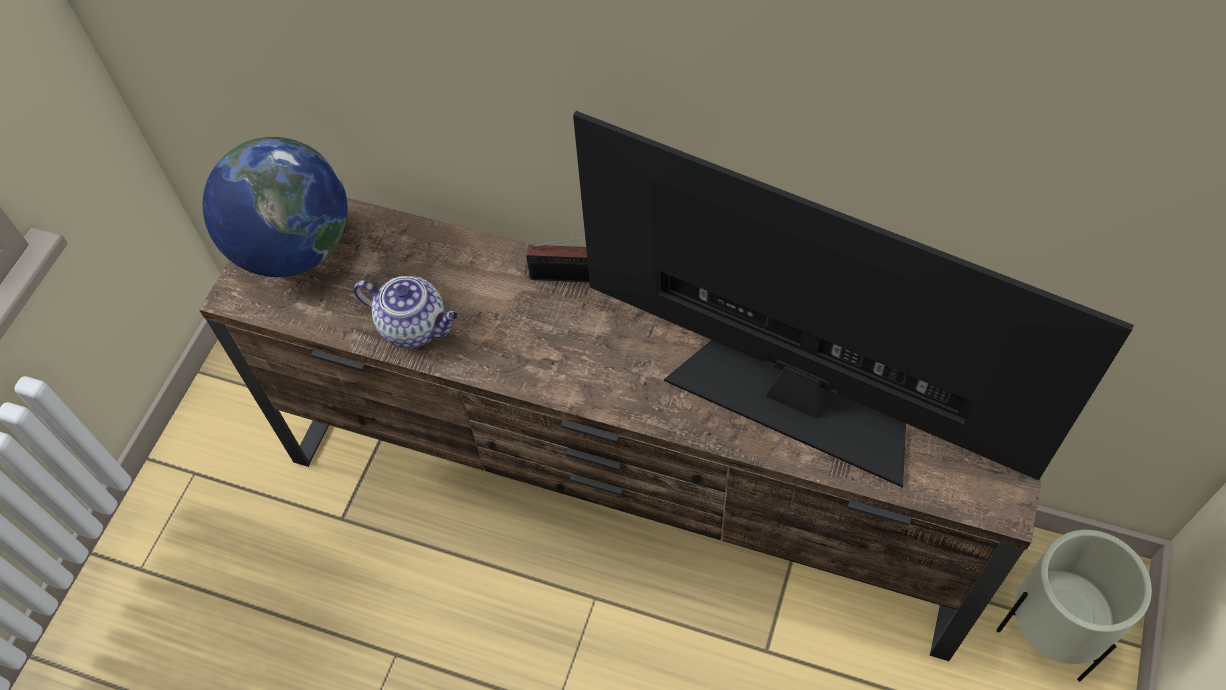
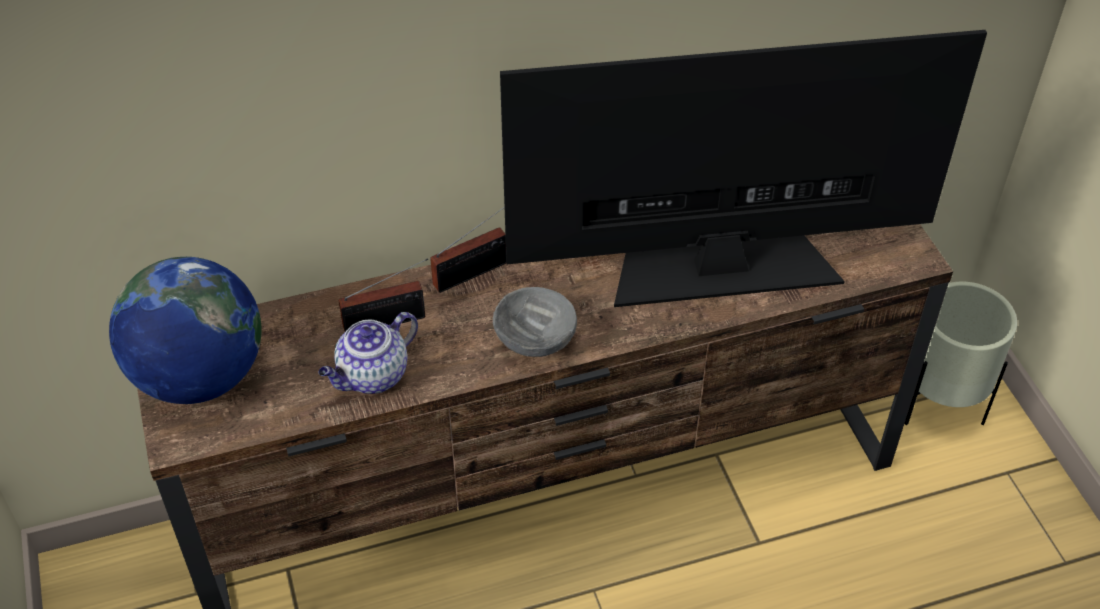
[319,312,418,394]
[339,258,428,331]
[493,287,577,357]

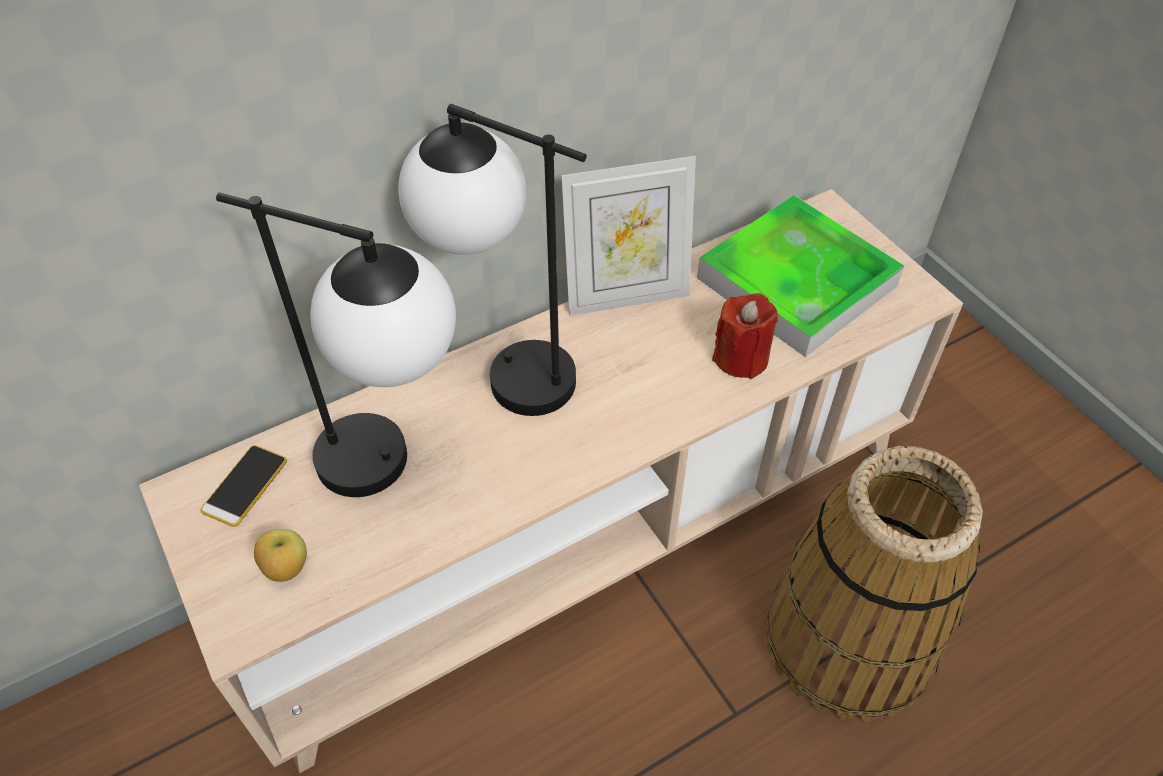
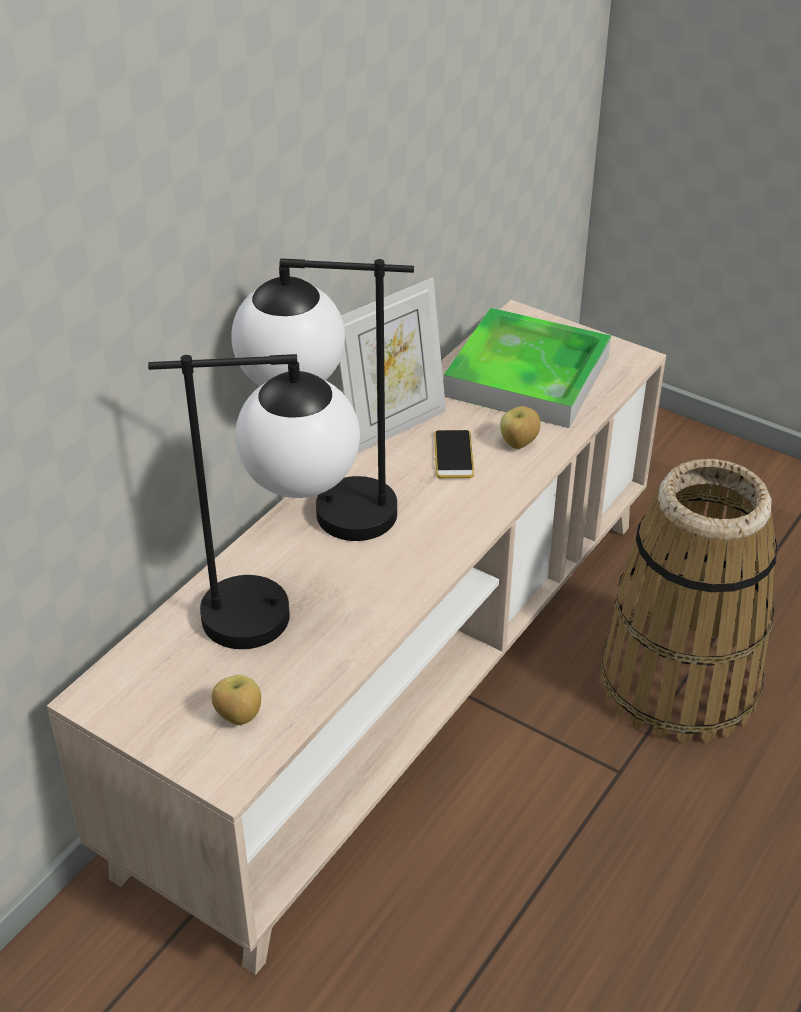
[500,406,540,449]
[434,430,474,478]

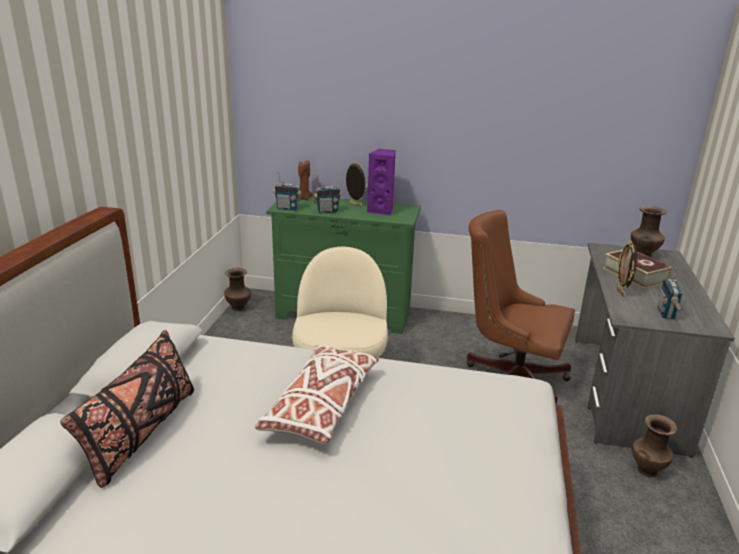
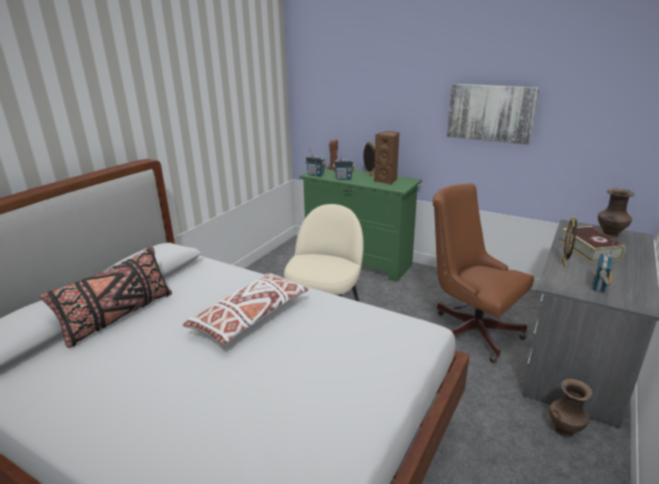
[374,131,399,185]
[224,268,251,311] (first image)
[447,84,539,145]

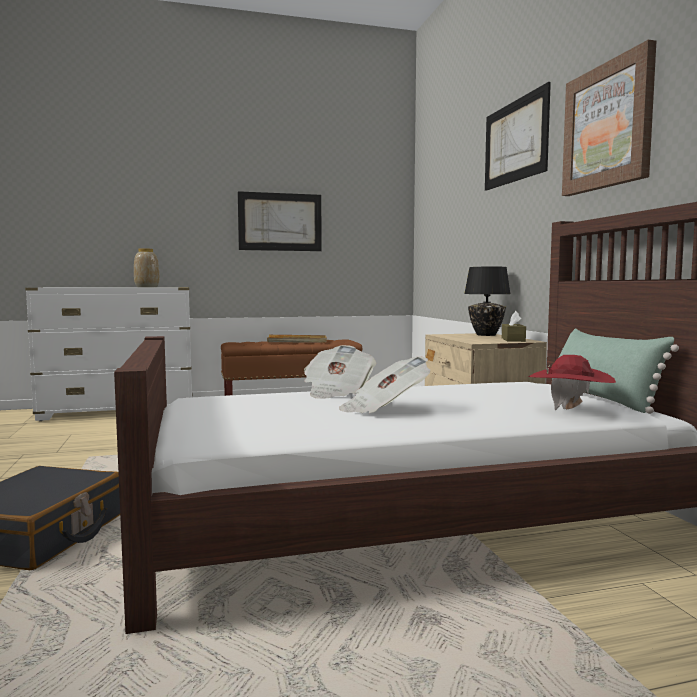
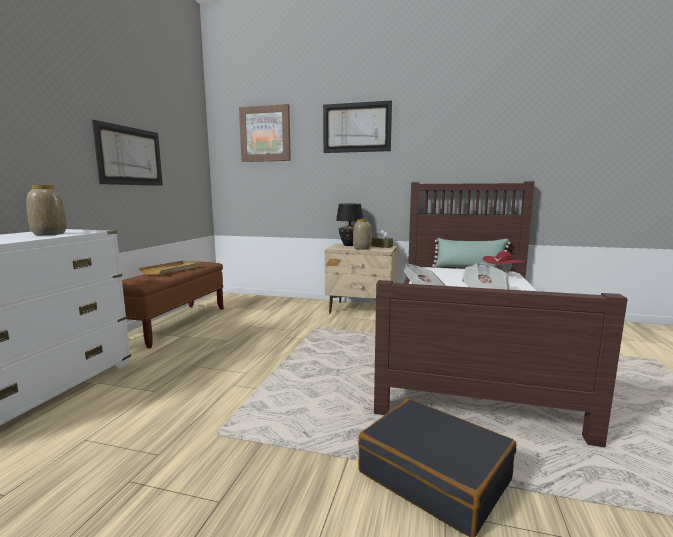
[239,104,291,162]
[353,219,372,250]

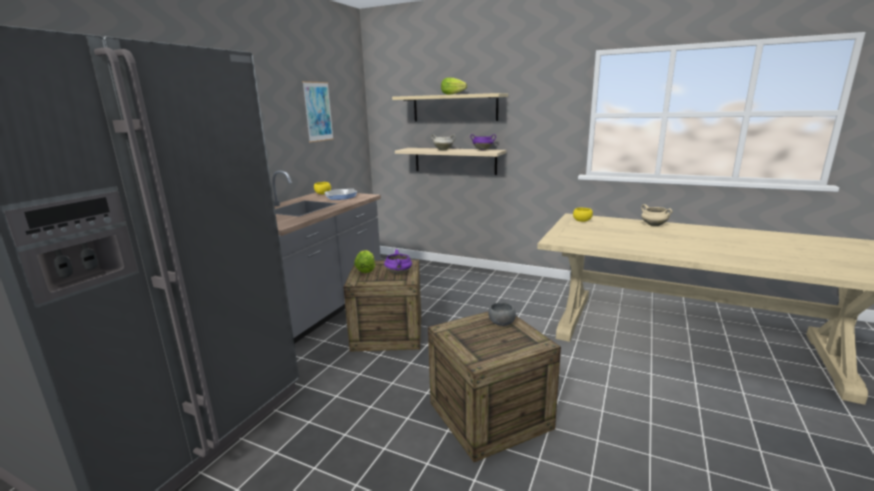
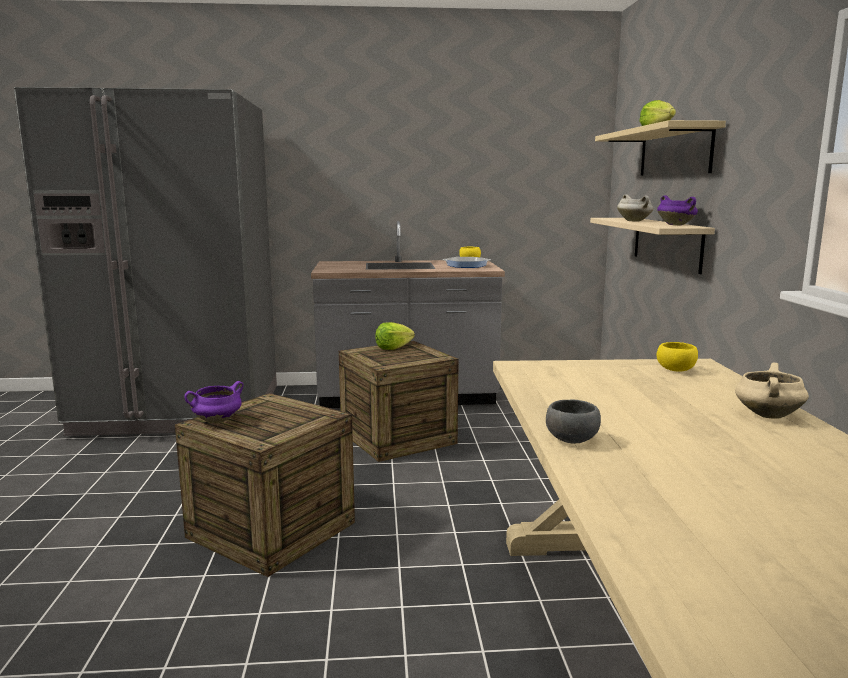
[302,81,334,143] (first image)
[184,381,244,424]
[546,400,601,444]

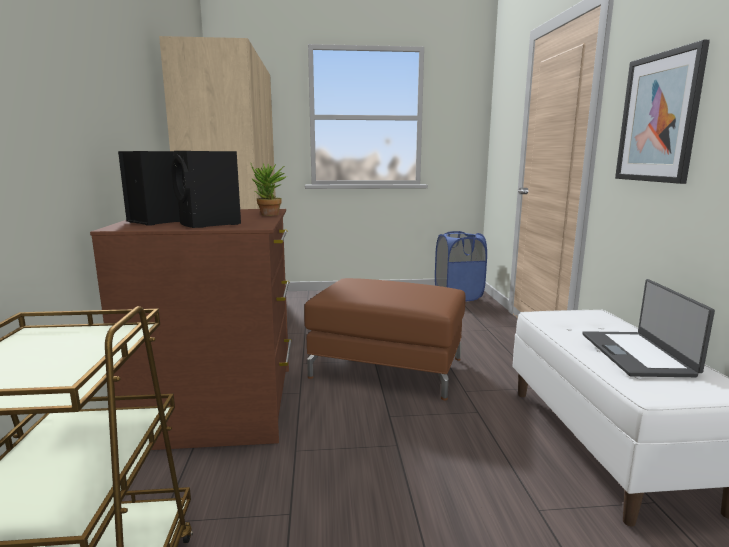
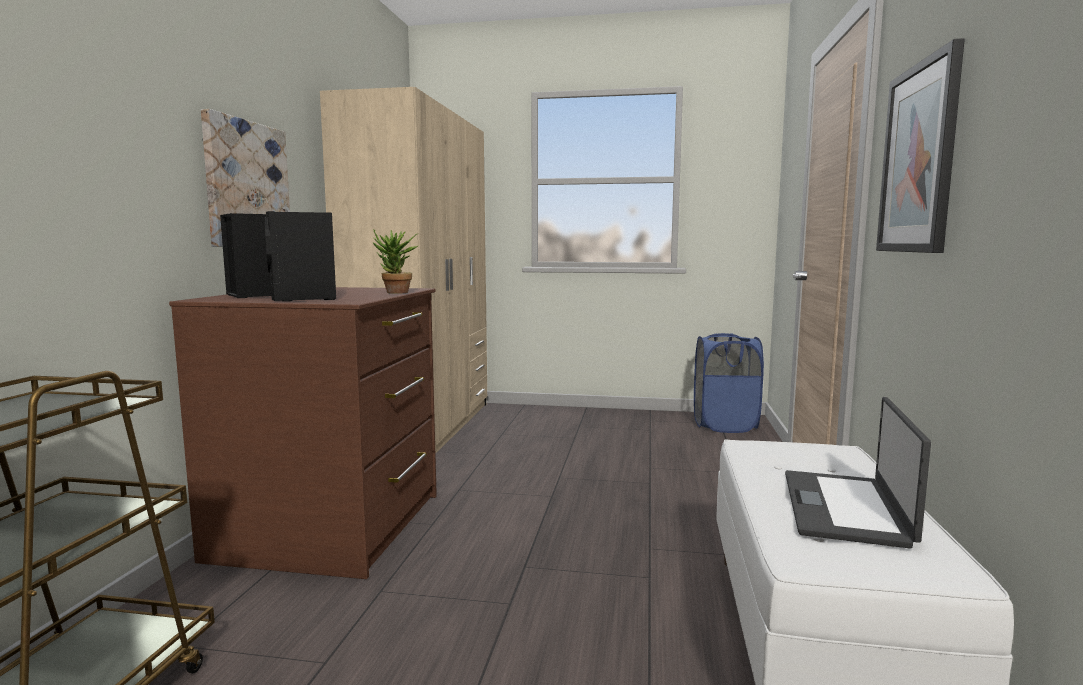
[304,278,466,400] (first image)
[201,109,290,247]

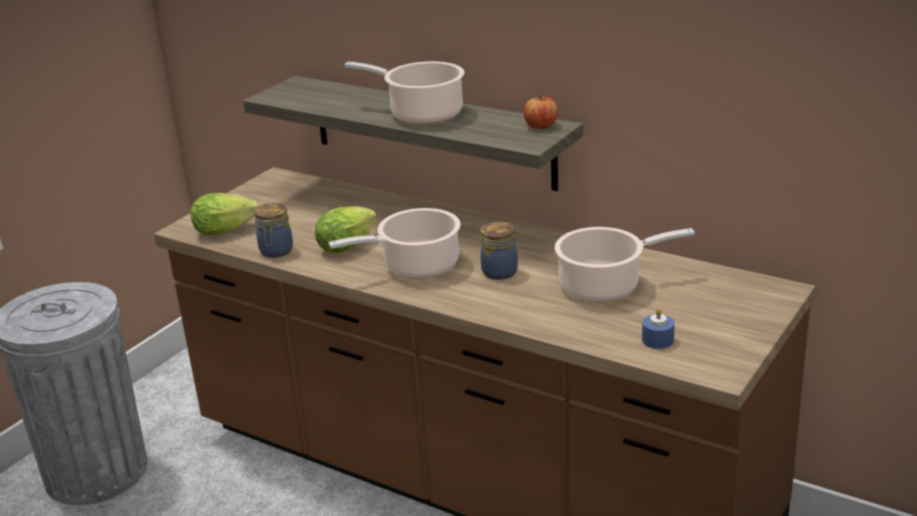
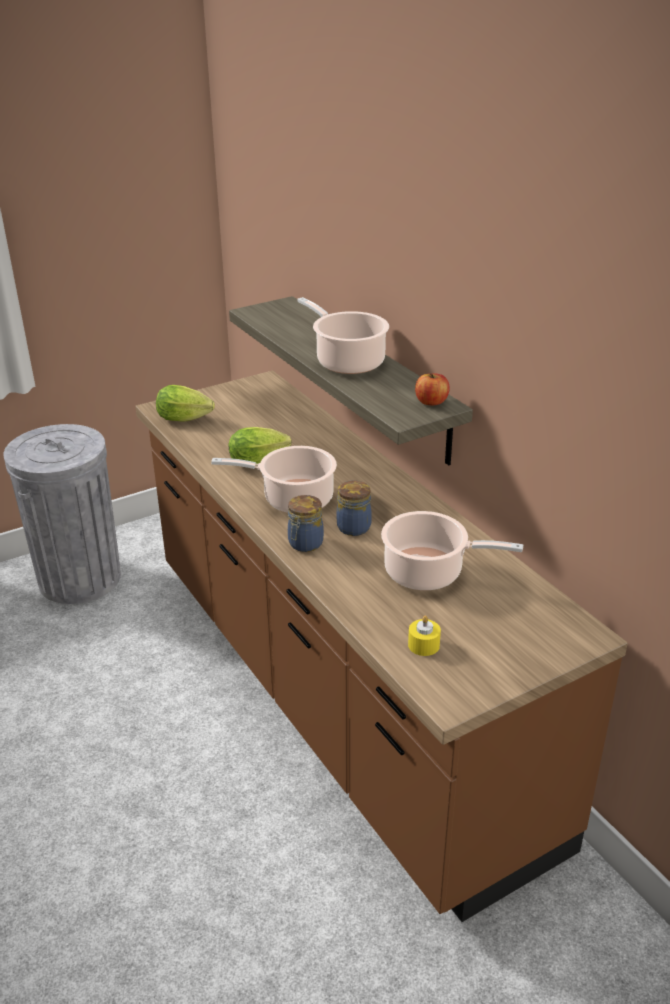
[288,495,324,552]
[408,616,441,656]

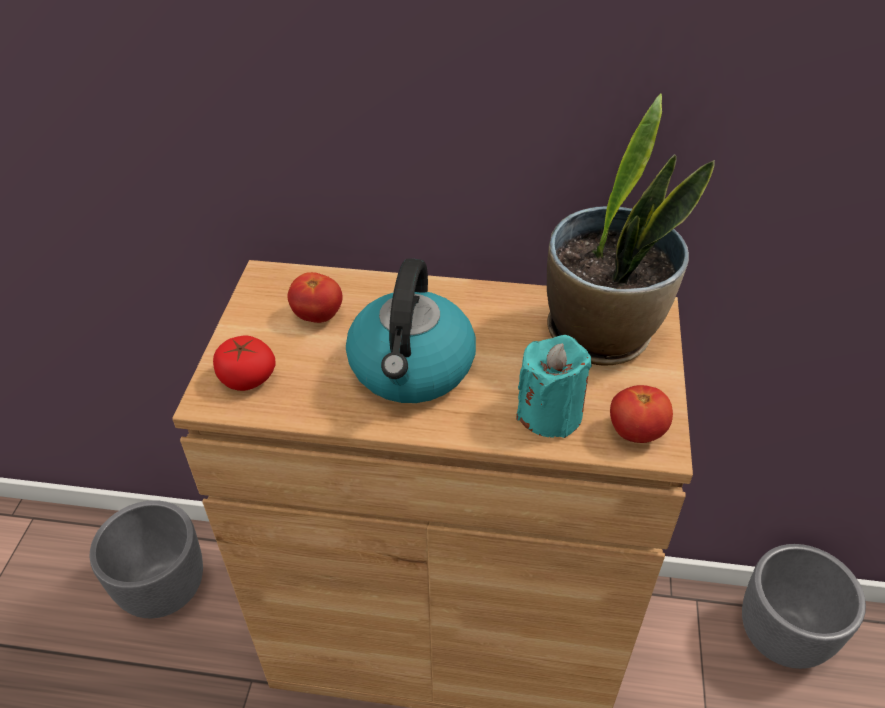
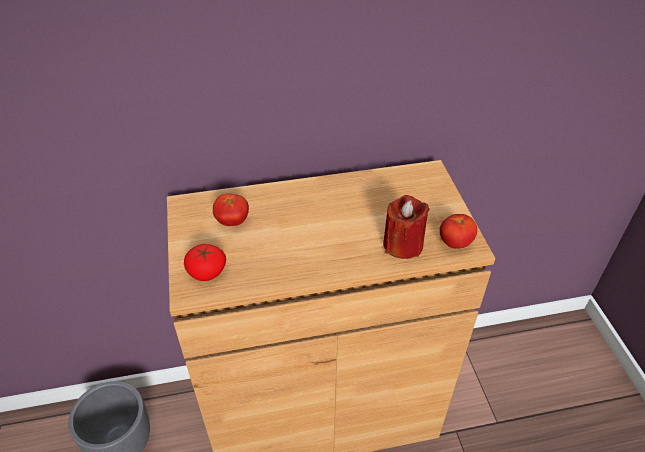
[547,93,715,365] (first image)
[346,258,476,403] (first image)
[383,195,430,259]
[742,544,866,669] (first image)

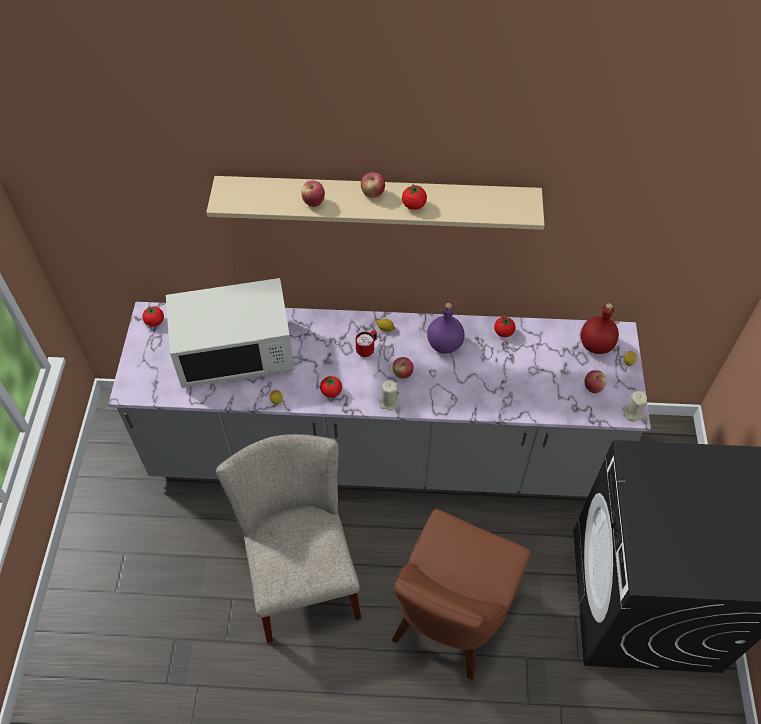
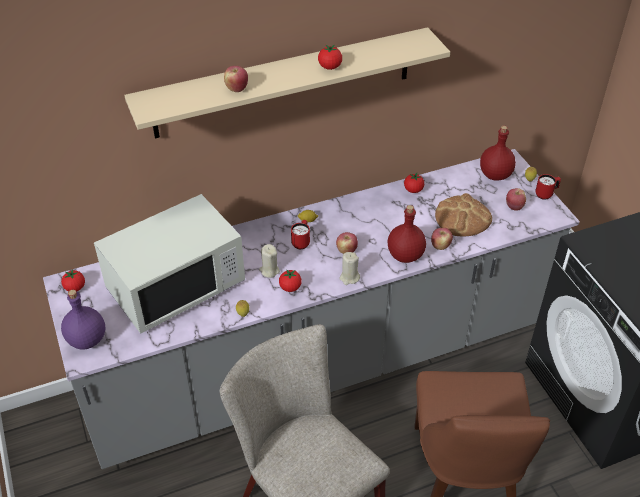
[431,228,453,250]
[61,290,105,350]
[259,244,280,278]
[535,174,561,200]
[435,193,492,237]
[388,205,426,263]

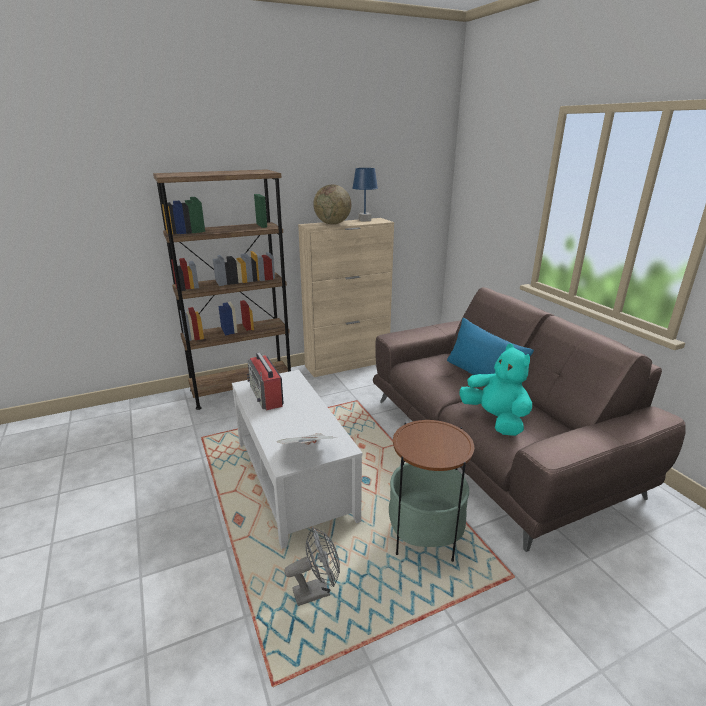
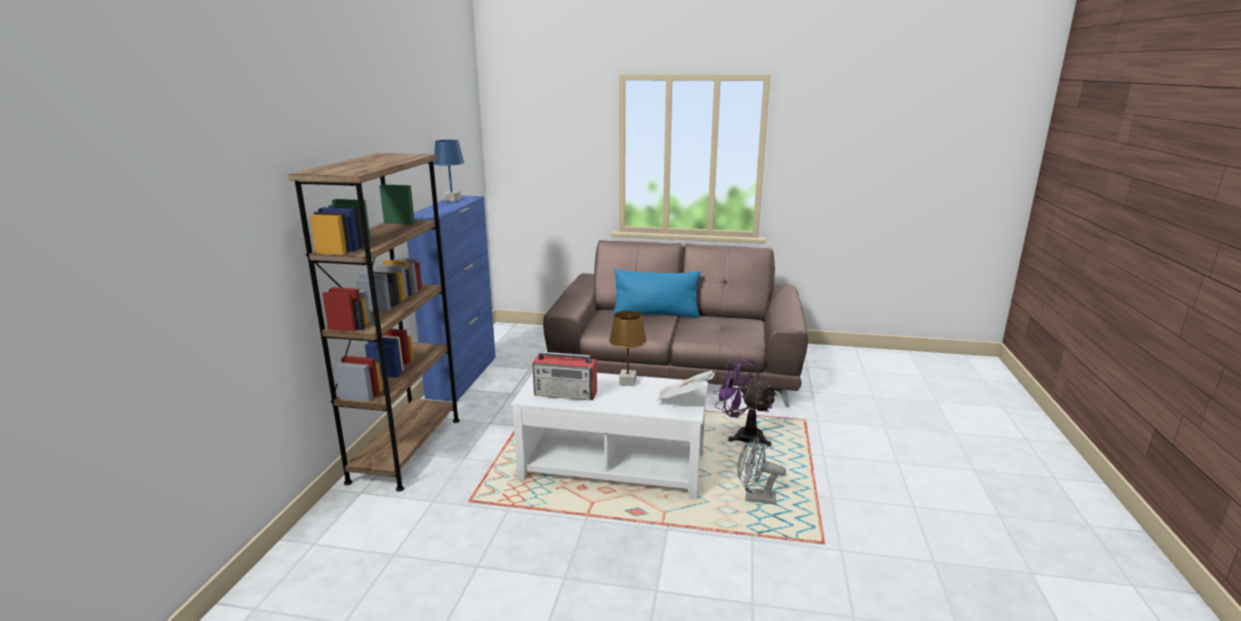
[313,184,351,224] (first image)
[407,196,496,402]
[460,344,532,436] (first image)
[713,357,777,446]
[737,437,786,505]
[609,310,647,386]

